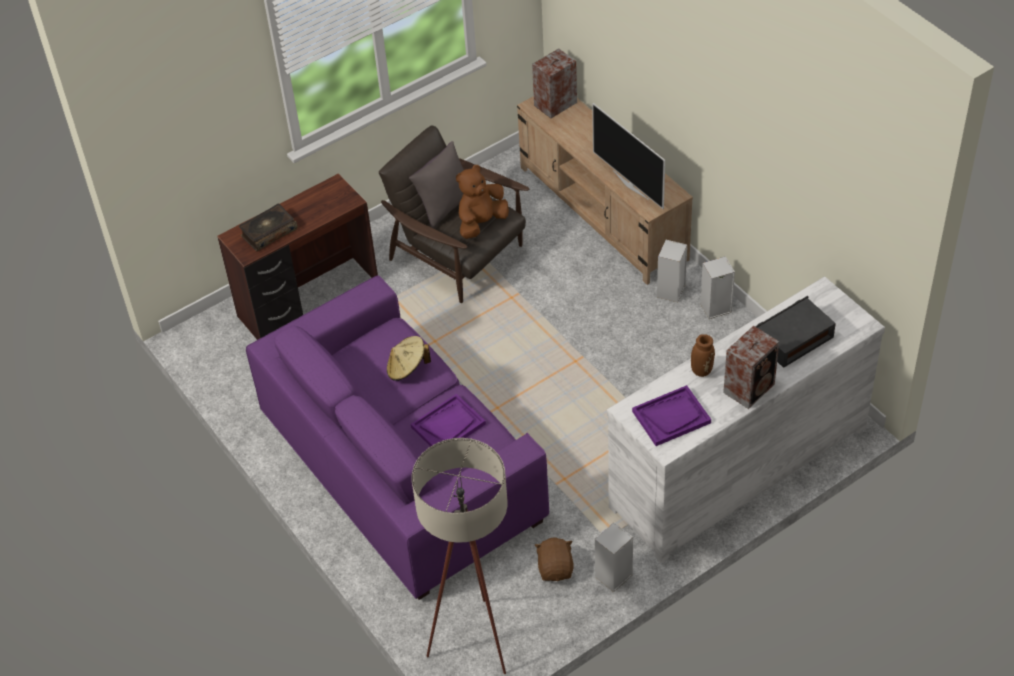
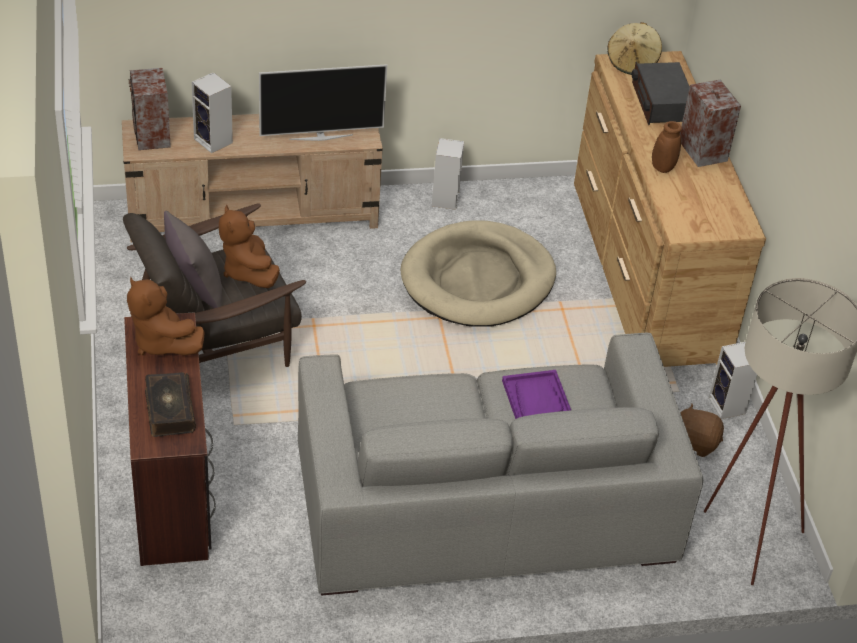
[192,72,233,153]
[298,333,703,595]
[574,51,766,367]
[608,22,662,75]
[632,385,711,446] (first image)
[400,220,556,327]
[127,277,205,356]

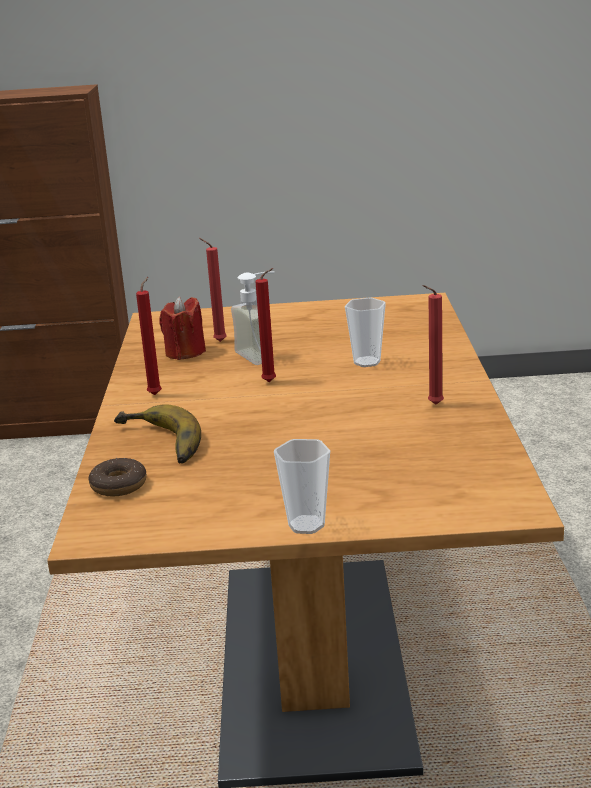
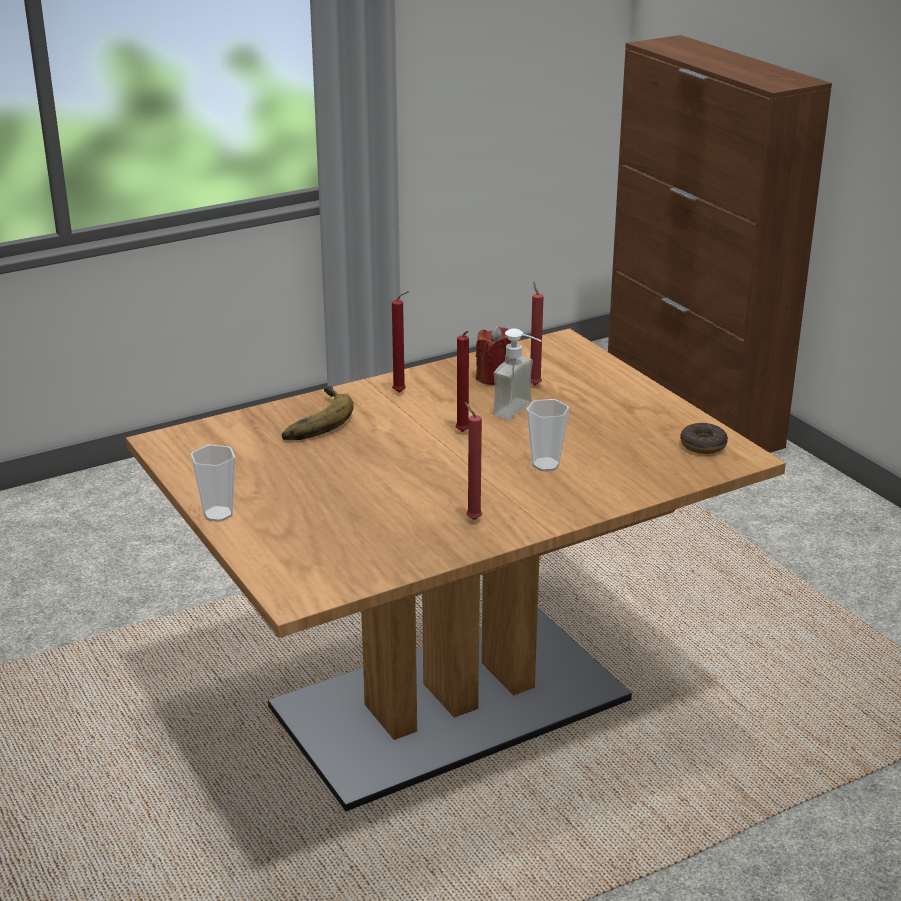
[680,423,728,454]

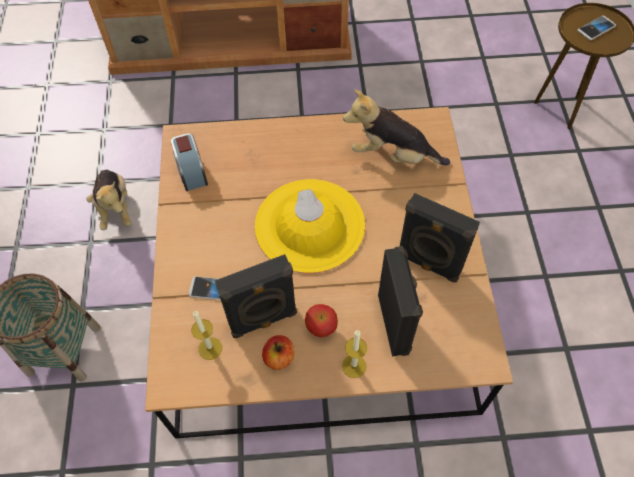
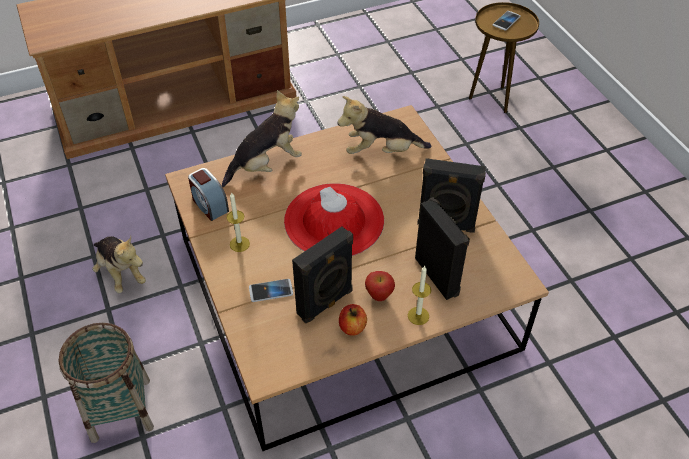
[284,183,384,256]
[227,193,250,252]
[222,90,302,187]

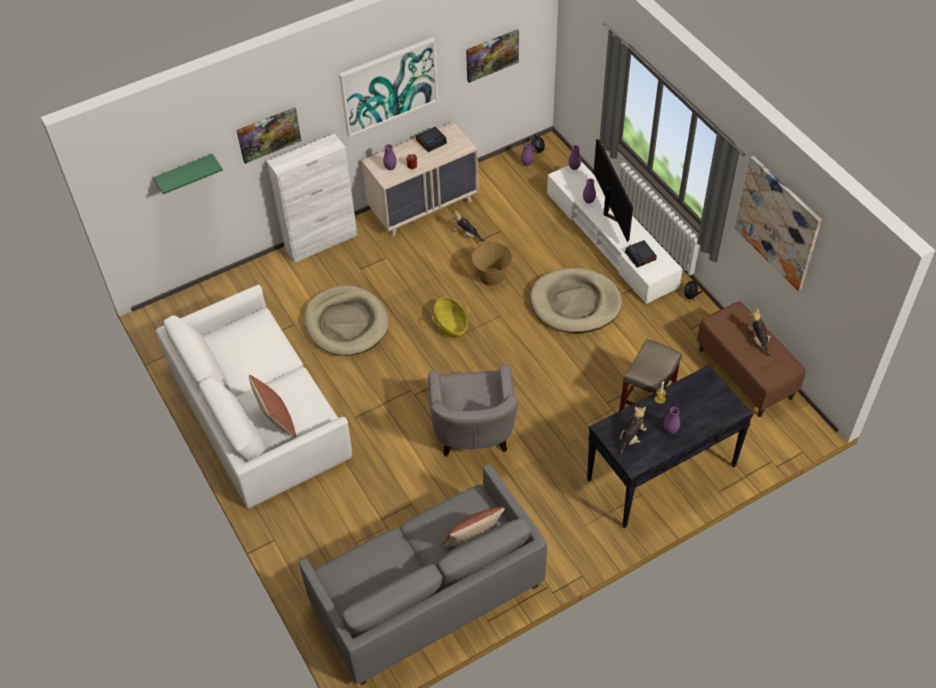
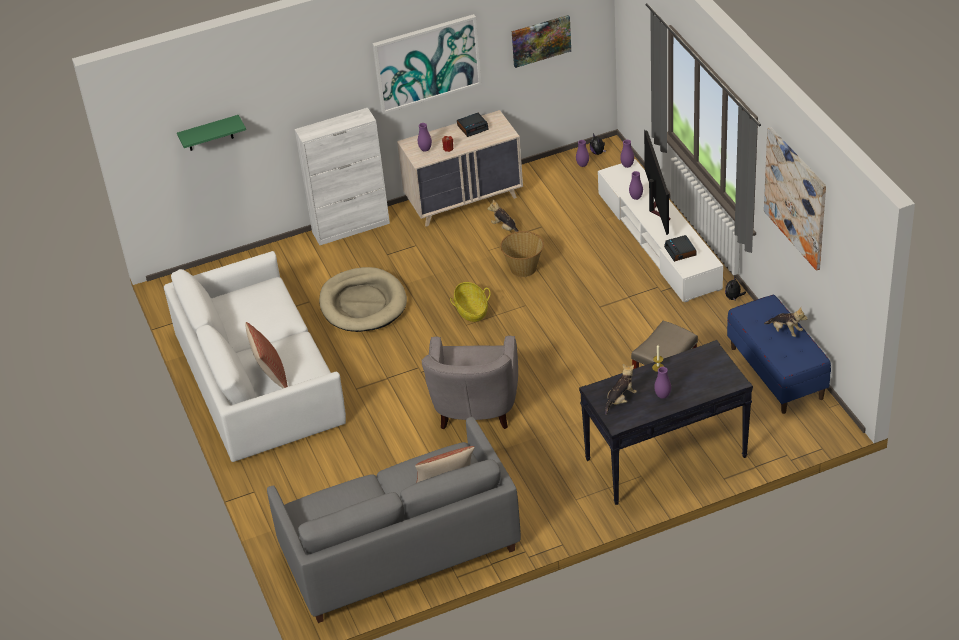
[236,107,301,164] (first image)
[530,268,622,333] (first image)
[727,295,831,414]
[764,307,808,337]

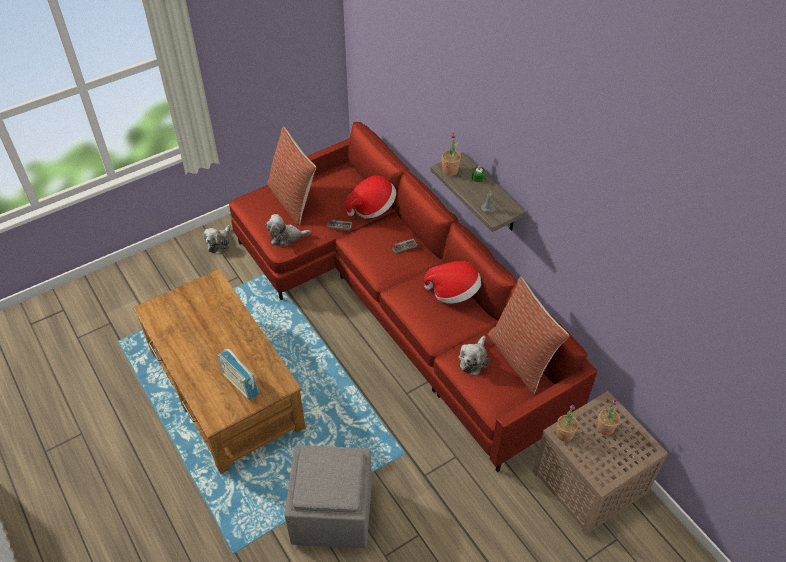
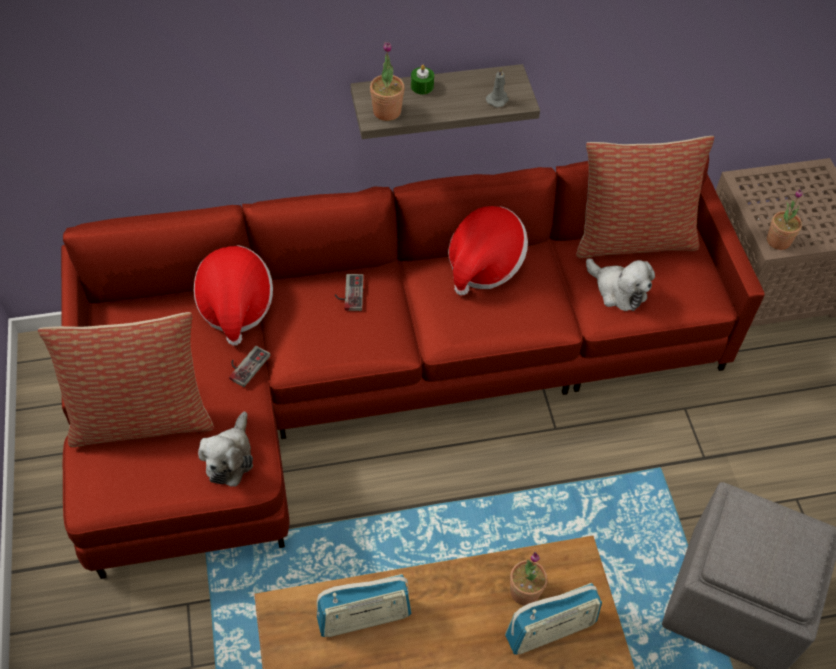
[203,225,231,255] (first image)
[510,552,547,605]
[317,574,412,637]

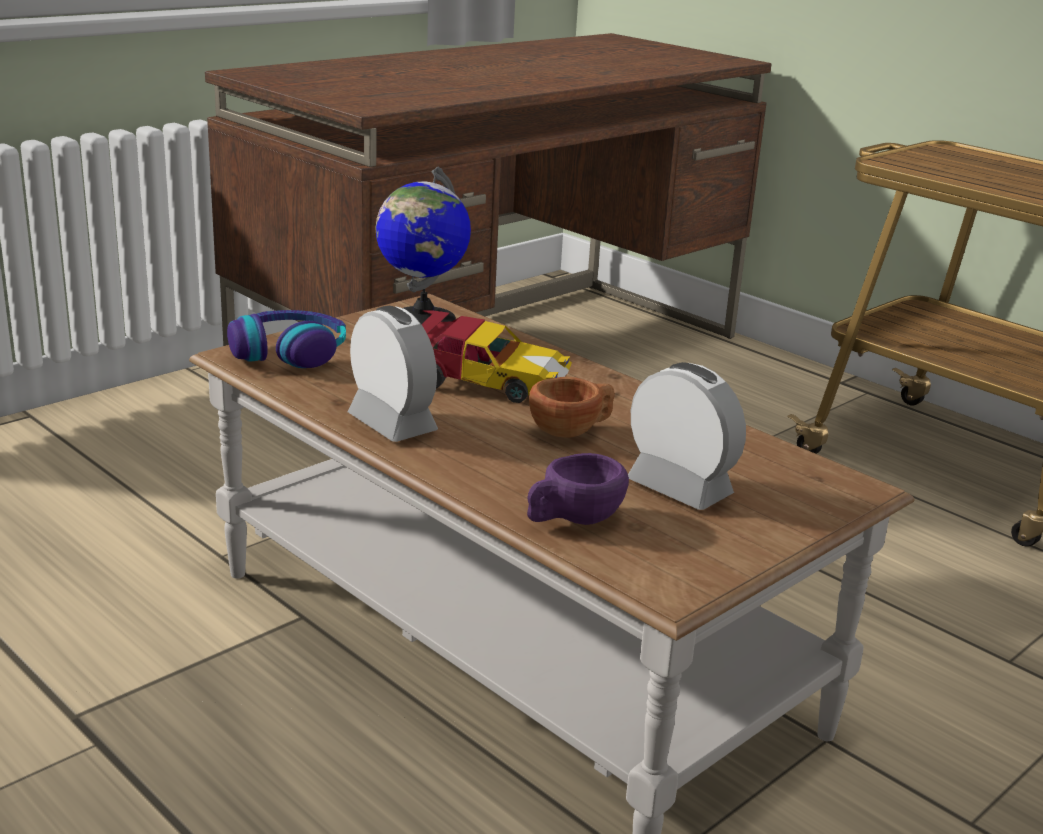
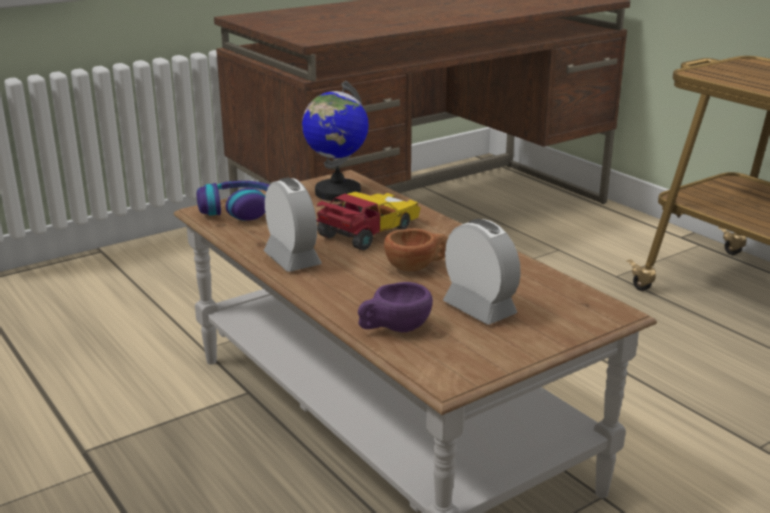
[317,192,421,250]

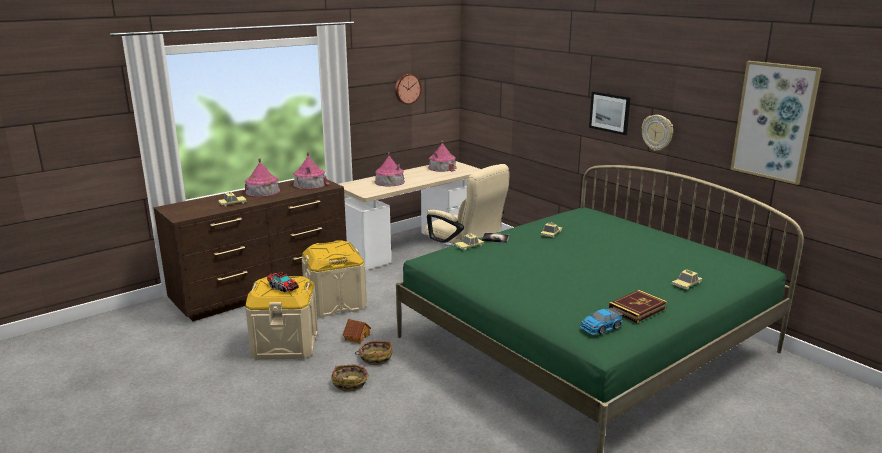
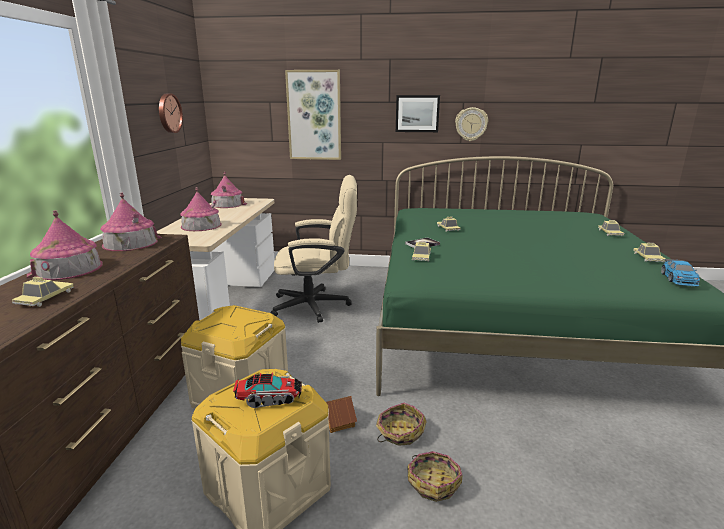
[285,70,341,160]
[633,243,666,262]

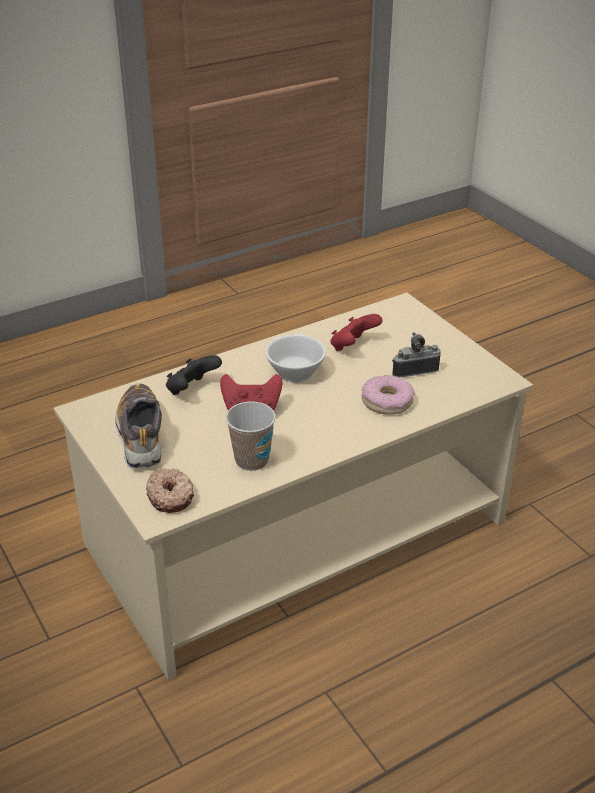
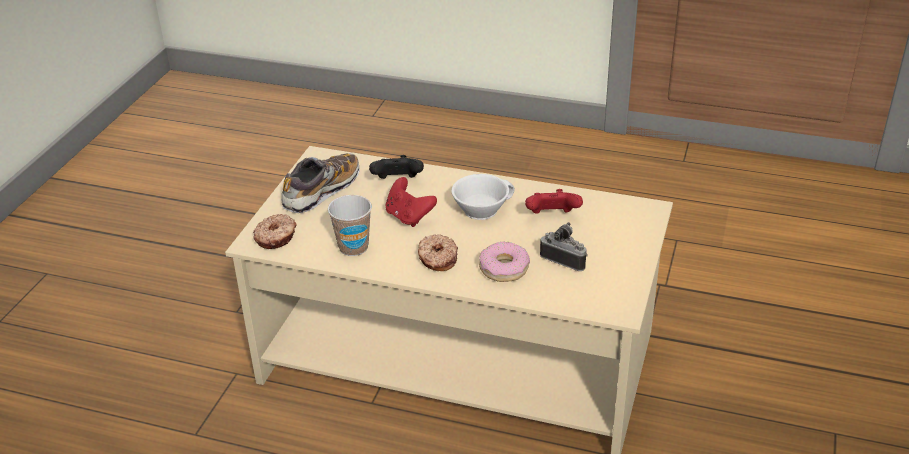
[418,234,458,271]

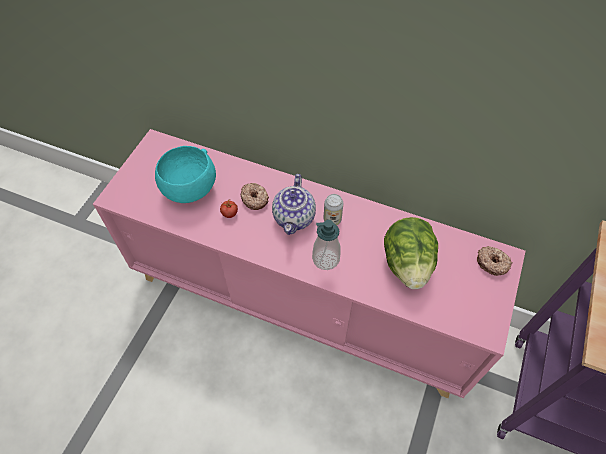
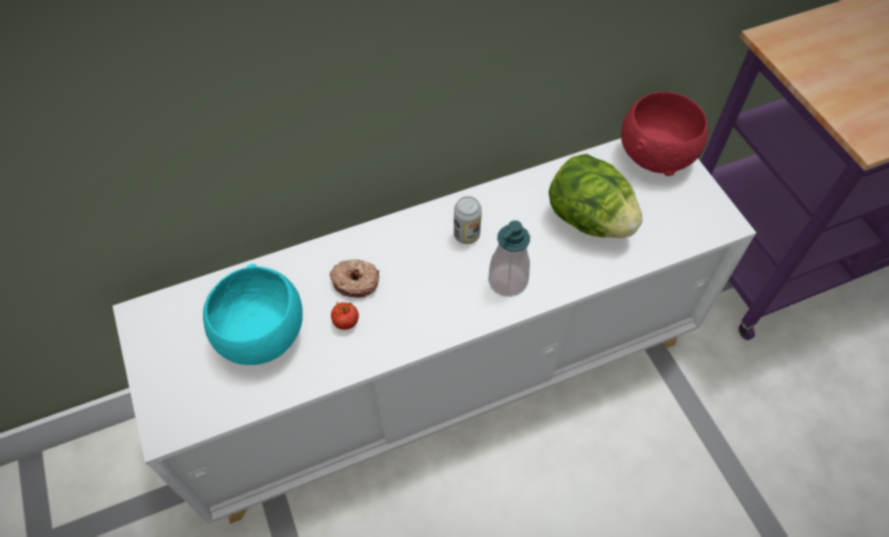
[112,138,756,524]
[272,174,316,235] (first image)
[621,92,708,176]

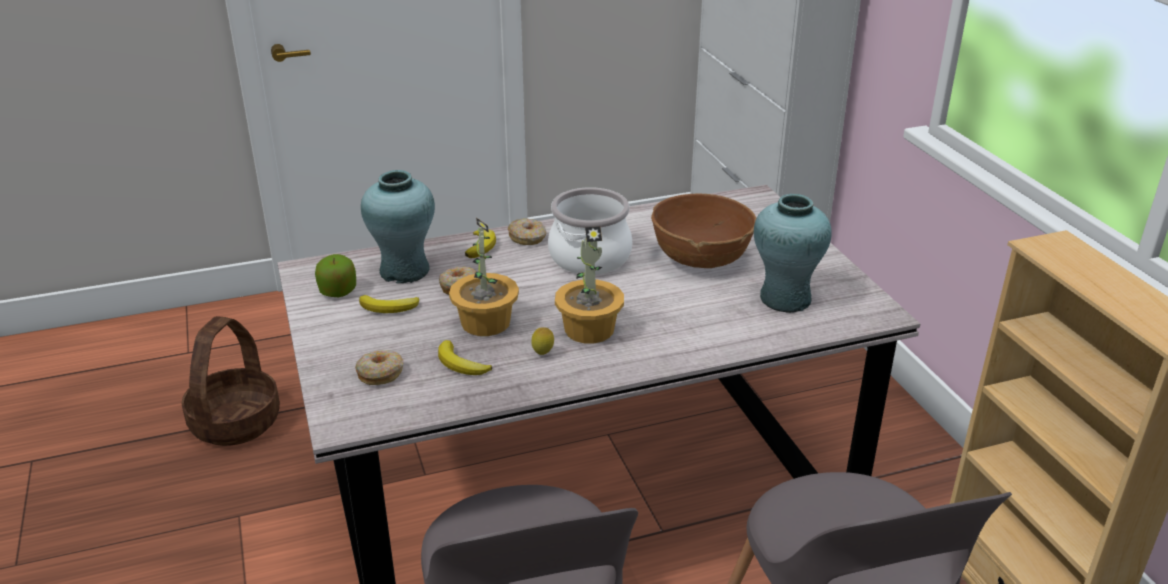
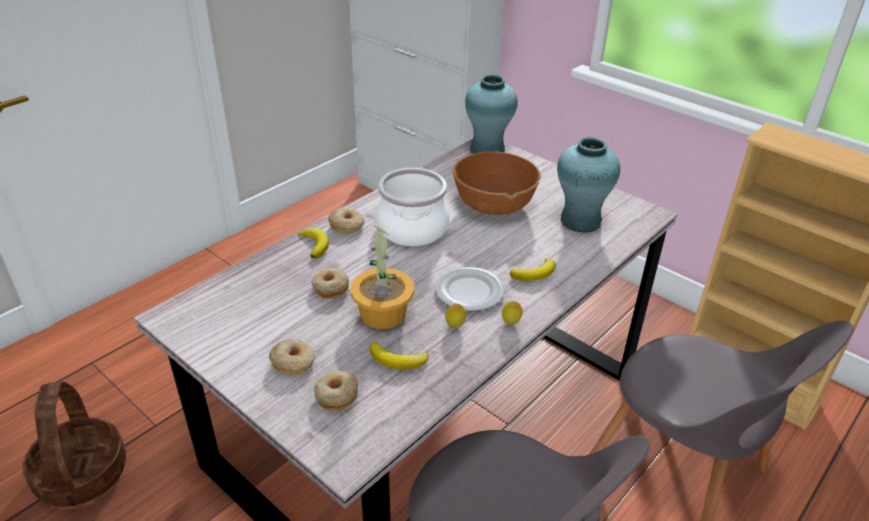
[465,74,518,154]
[435,267,505,311]
[315,254,356,297] (first image)
[510,258,556,281]
[502,301,523,325]
[269,339,315,375]

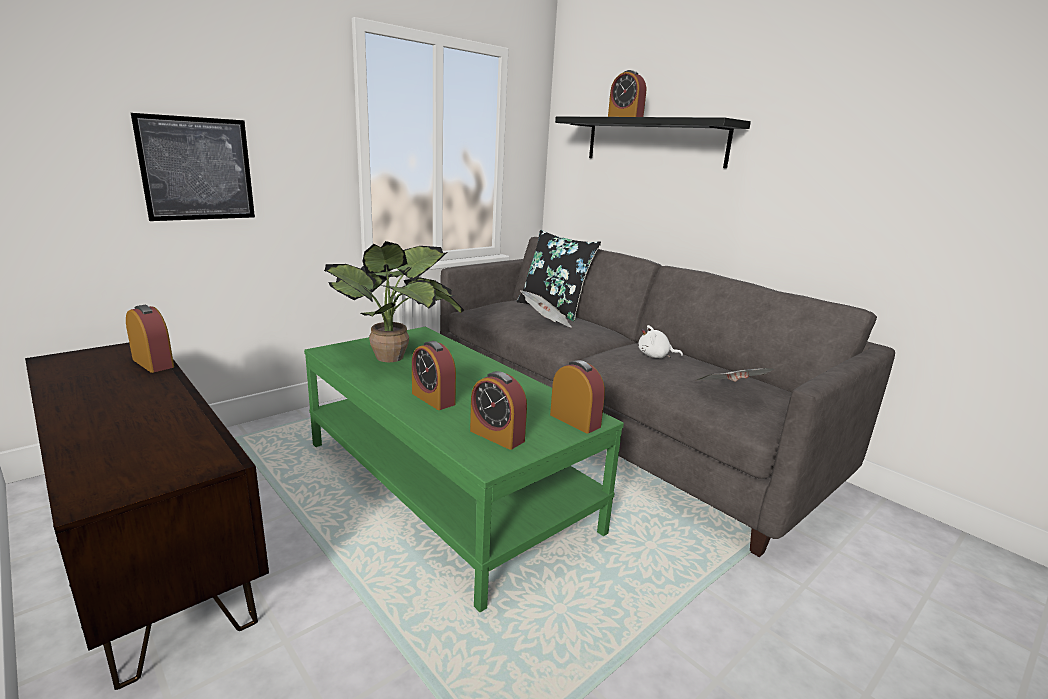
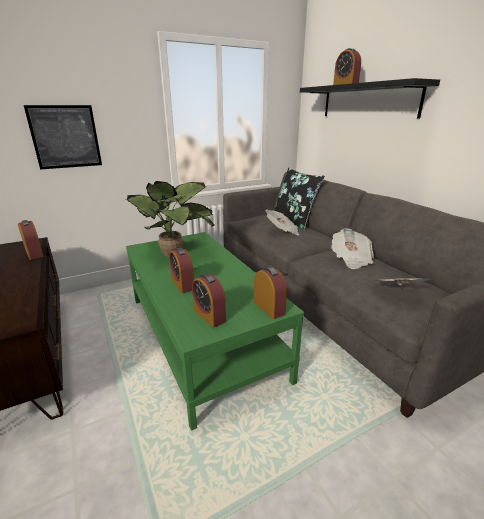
[331,228,374,269]

